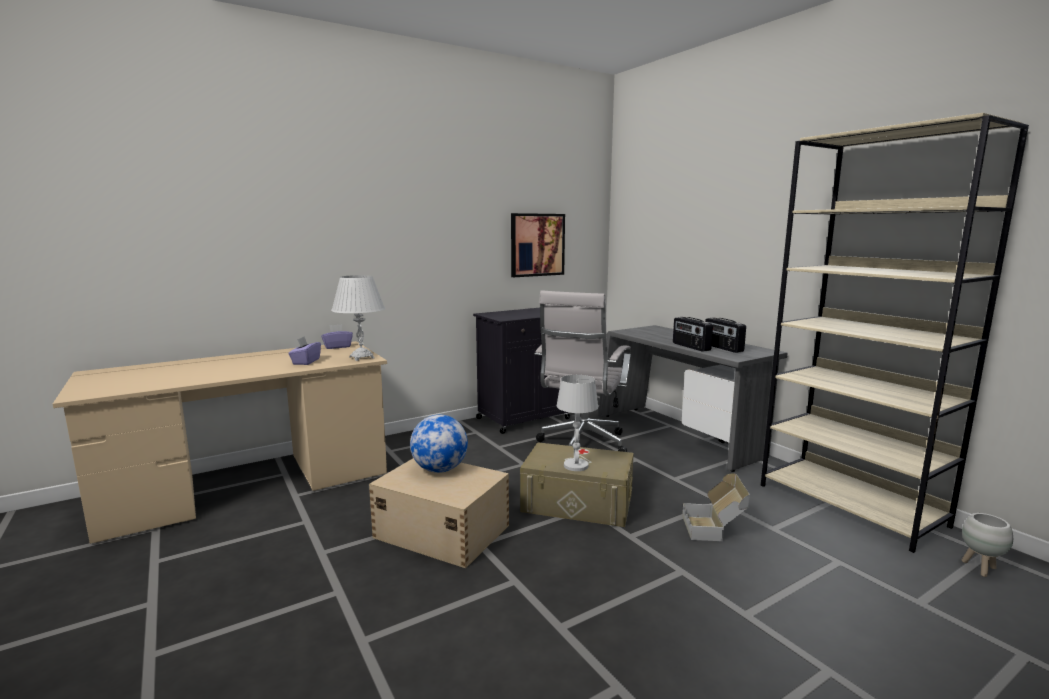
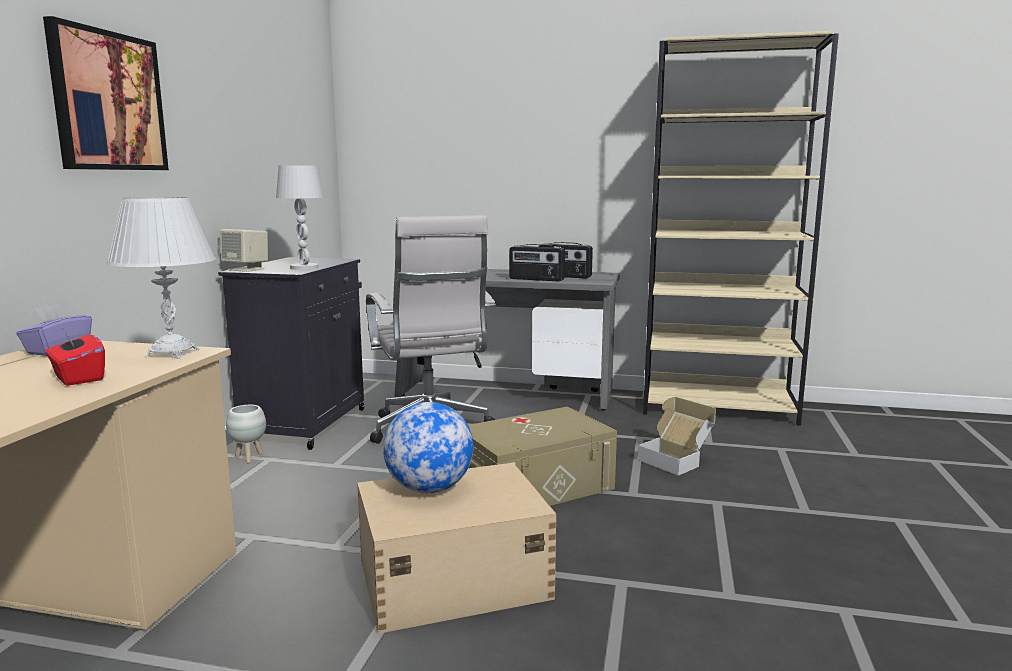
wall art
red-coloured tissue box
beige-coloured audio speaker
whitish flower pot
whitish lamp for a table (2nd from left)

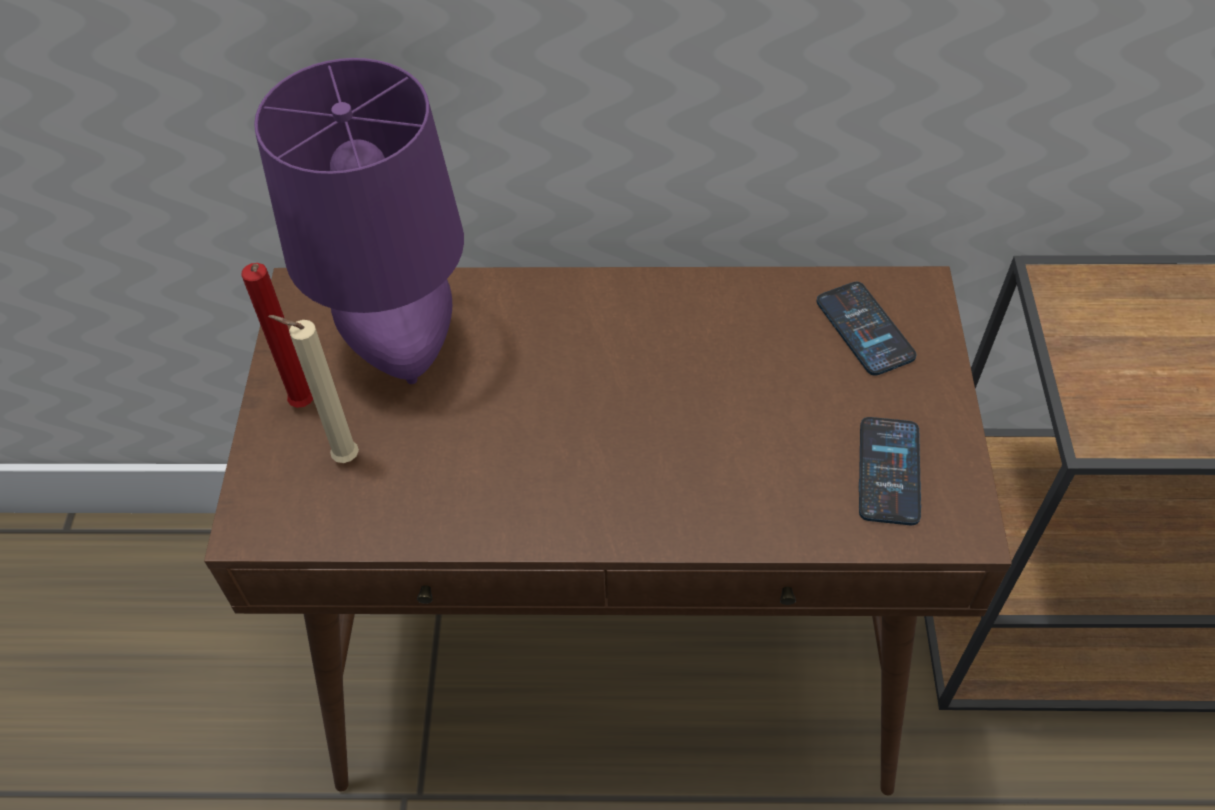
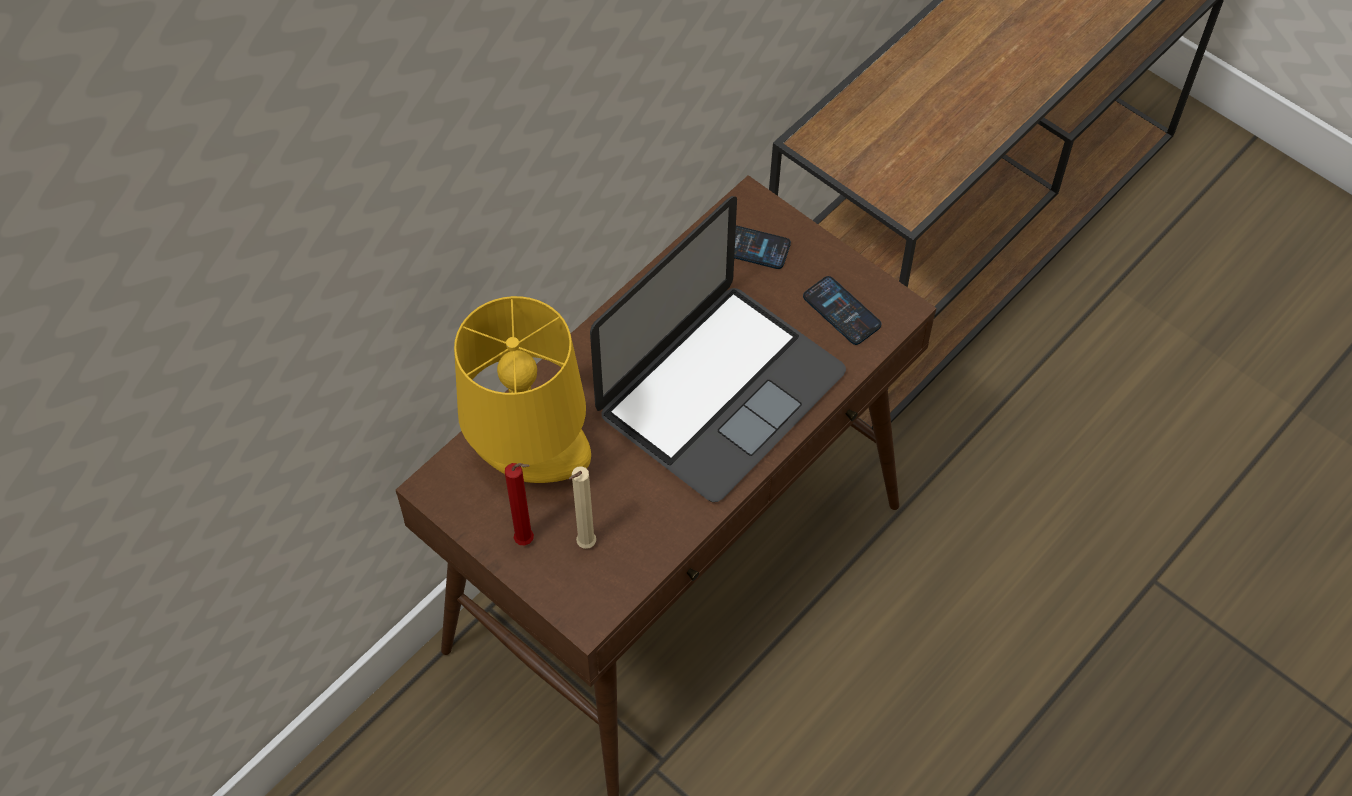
yellow-coloured lamp for a table
portable computer

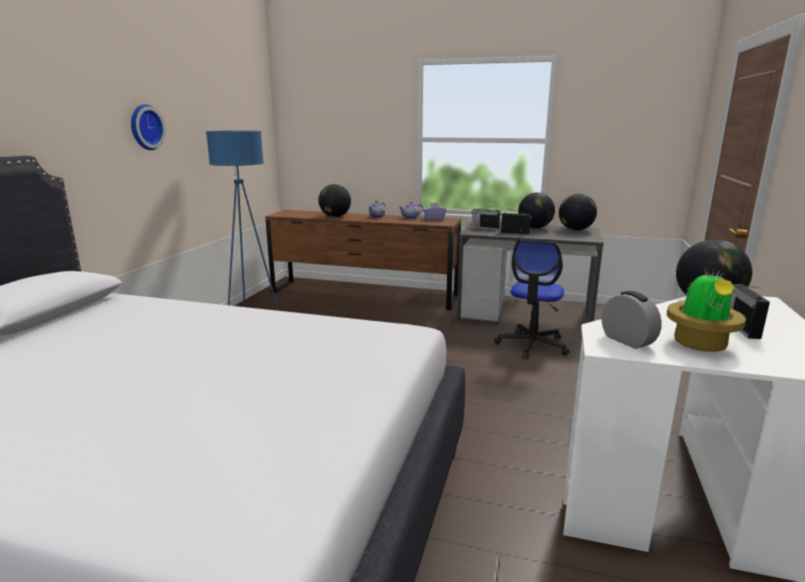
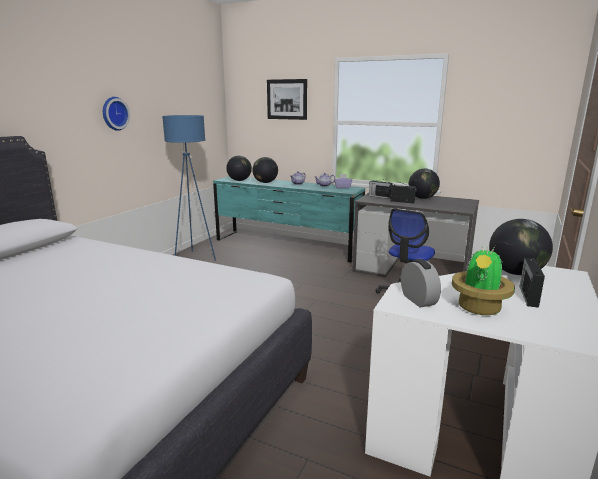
blue-green chest of drawers
world globe (1st from left)
wall art

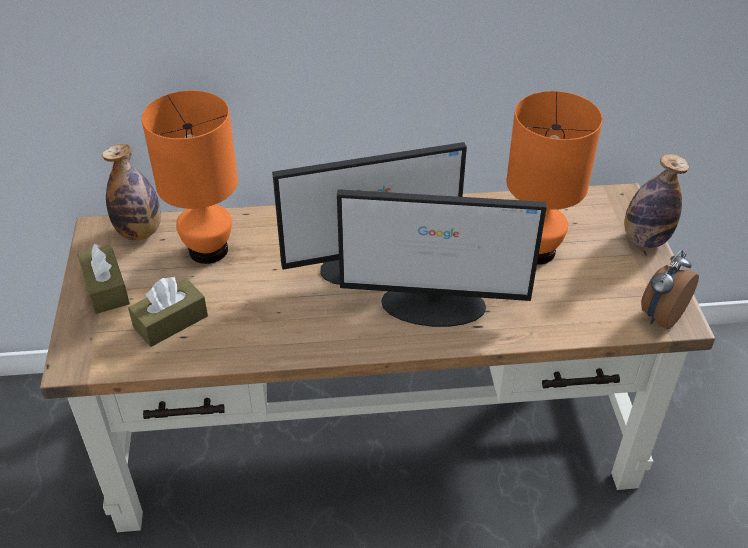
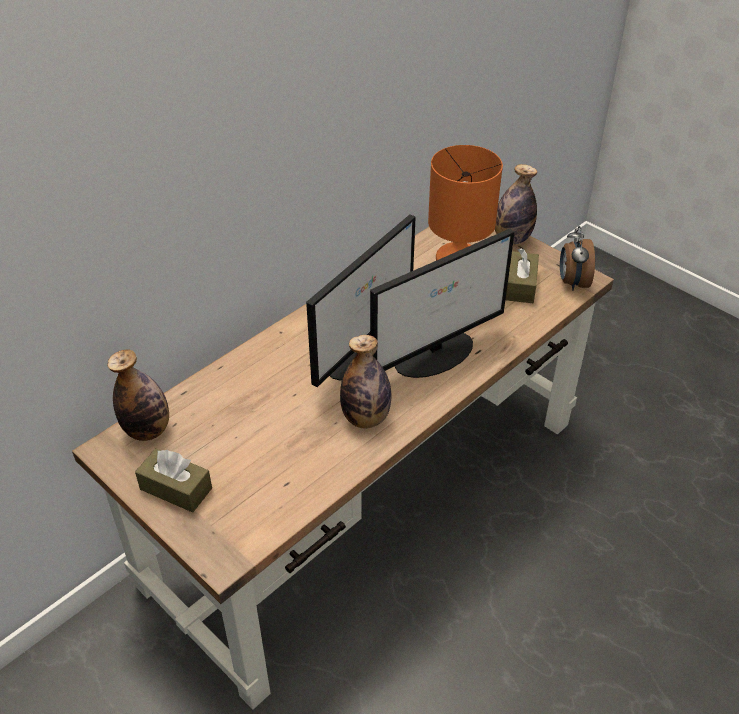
beverage bottle (2nd from left)
brownish tissue box (2nd from left)
orange lamp for a table (1st from left in the first image)

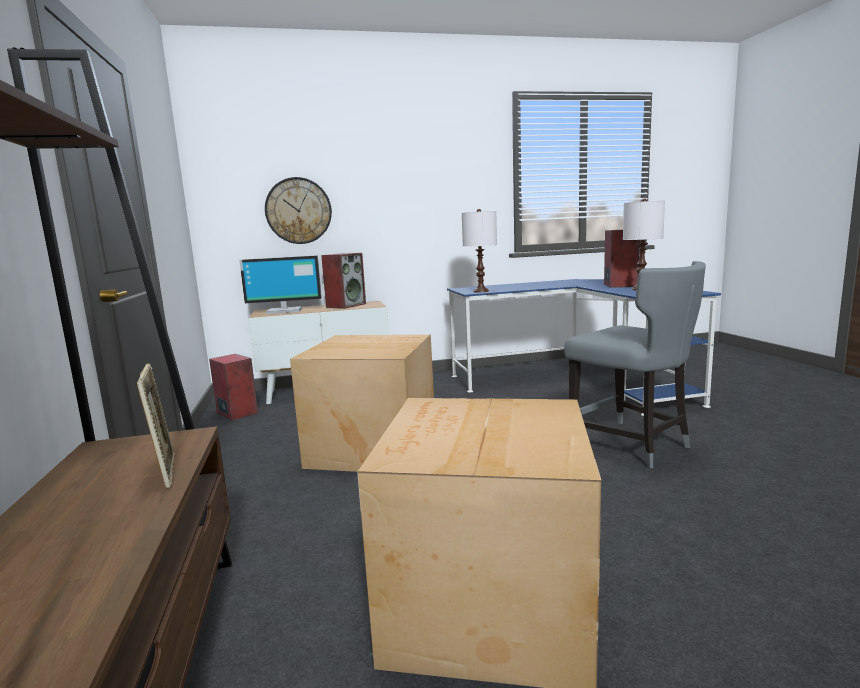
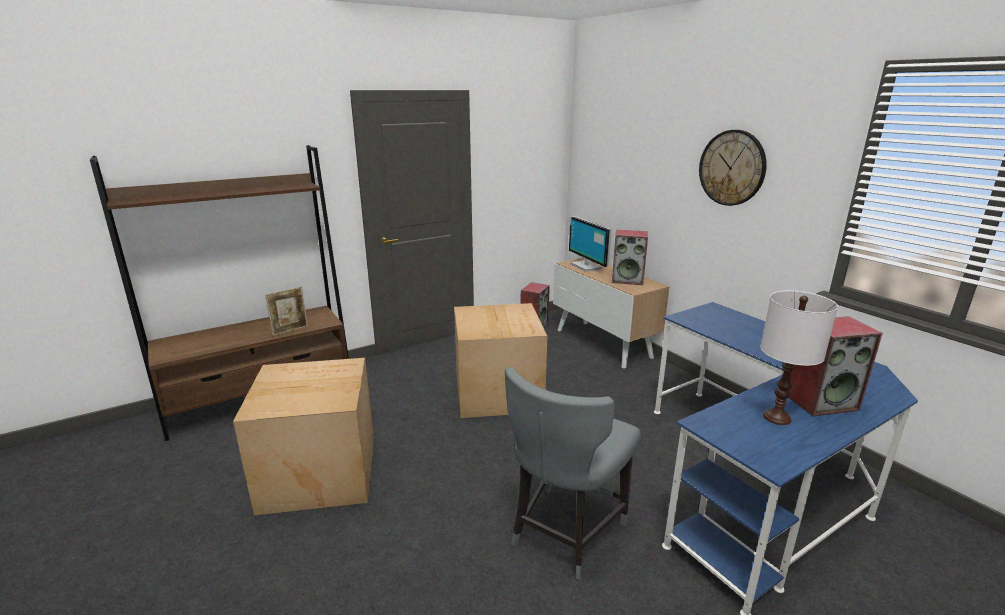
clock on the wall
whitish lamp for a table (1st from left in the first image)

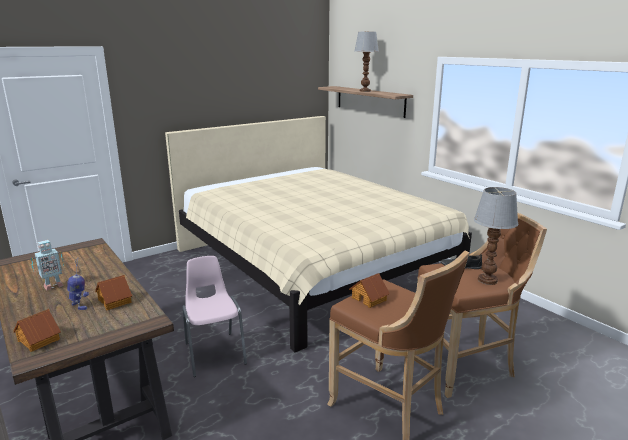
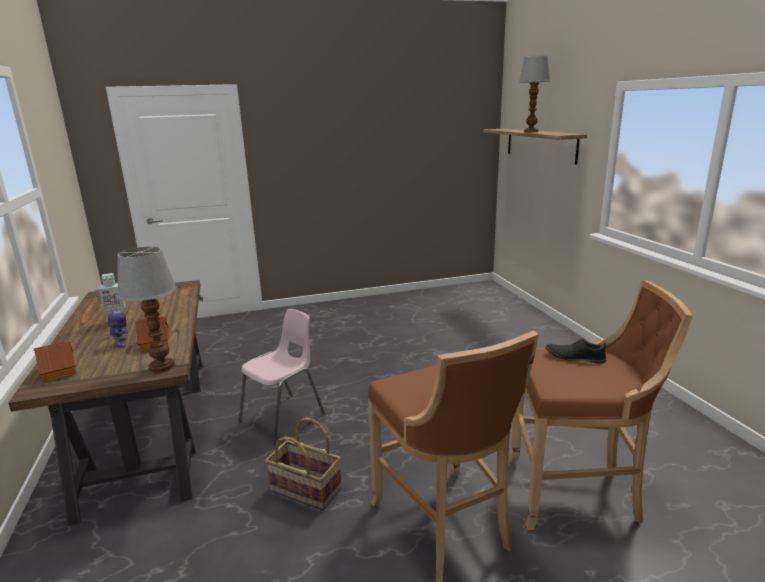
lamp for a table (1st from left)
pink-coloured plain chair
basket
beige-coloured sleeping bed
miniature house (3rd from left in the first image)

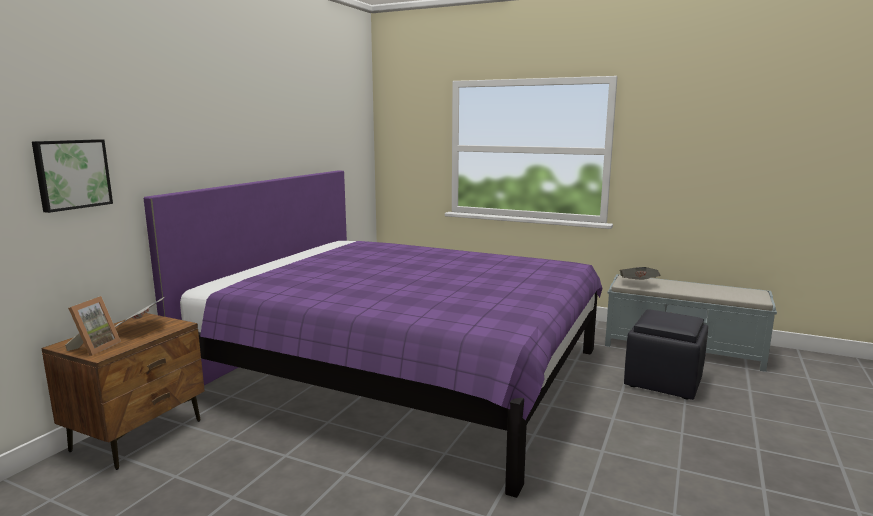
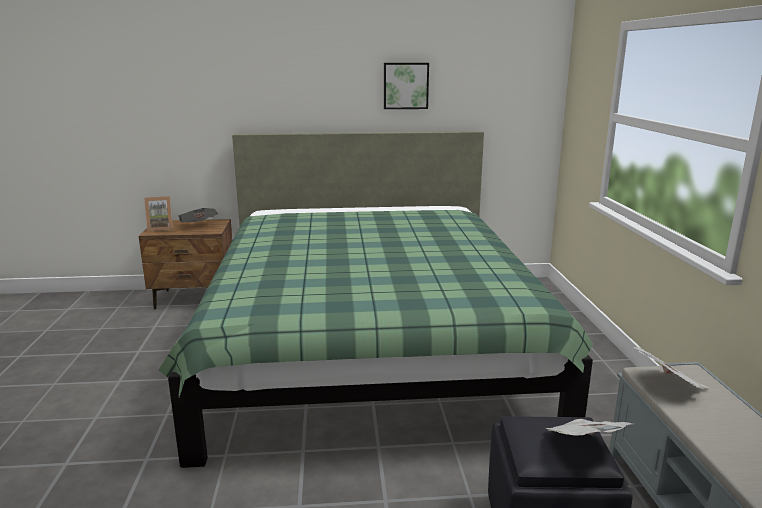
greenish sleeping bed
wall art
printed paper (2nd from left)

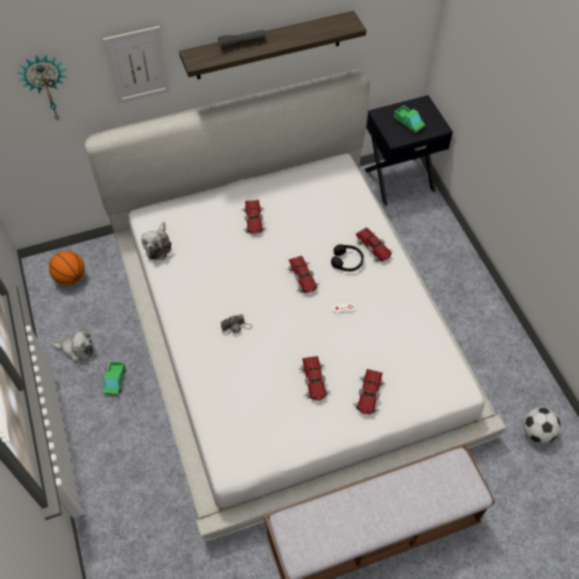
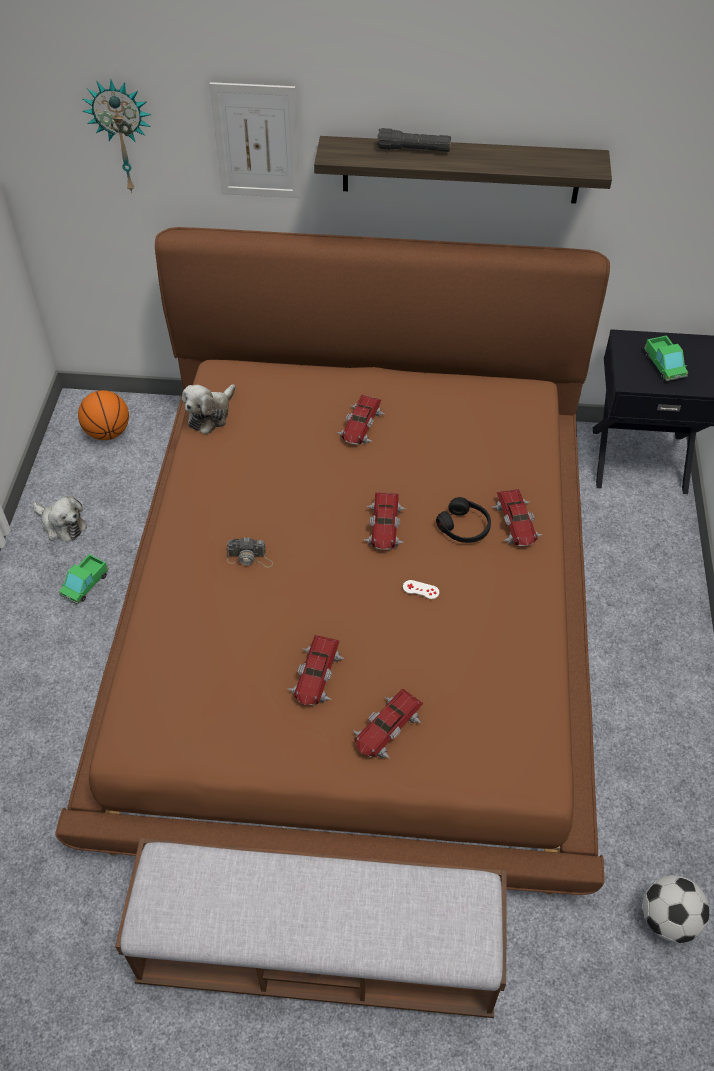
brownish sleeping bed

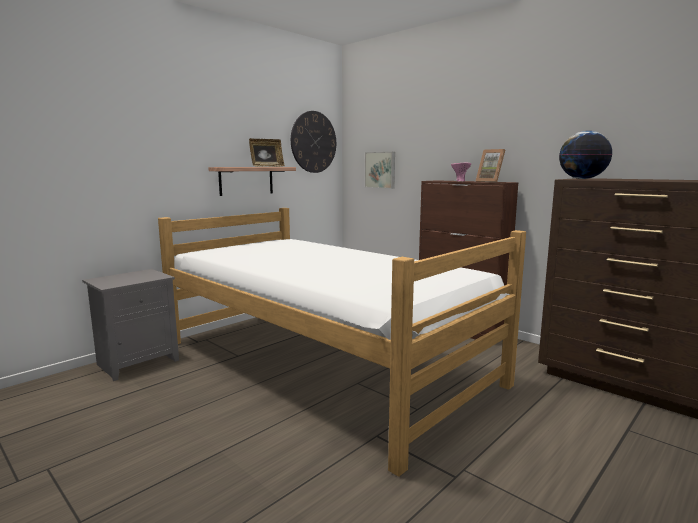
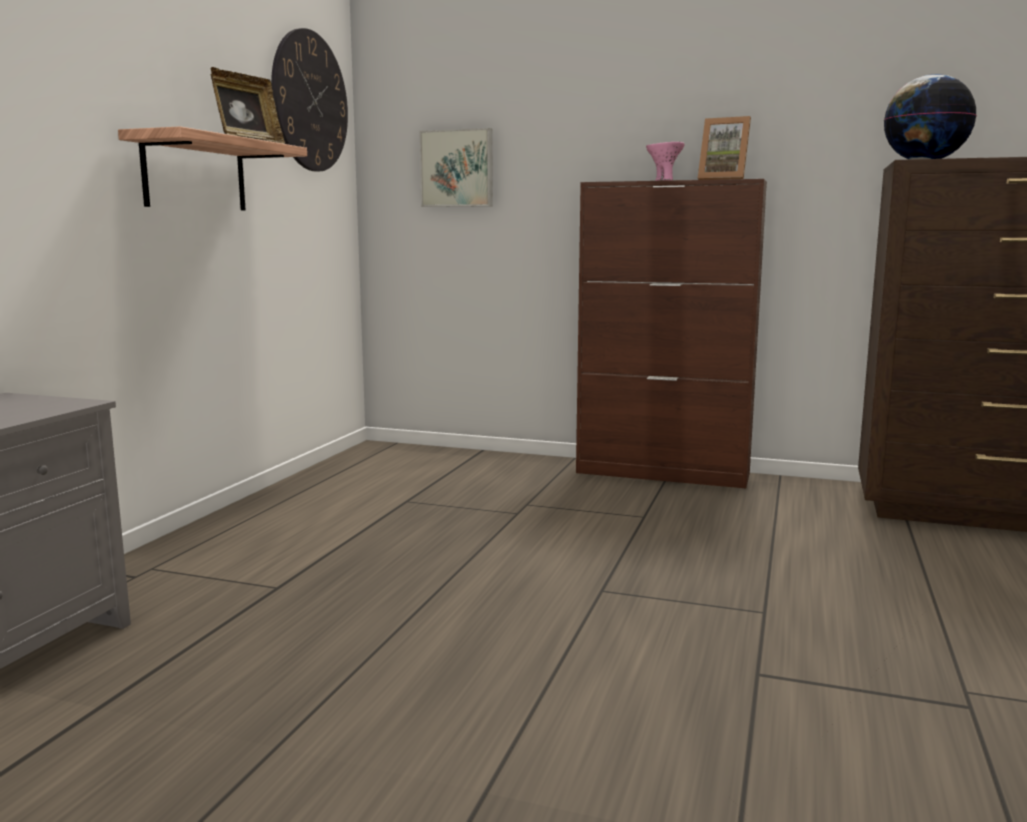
sleeping bed

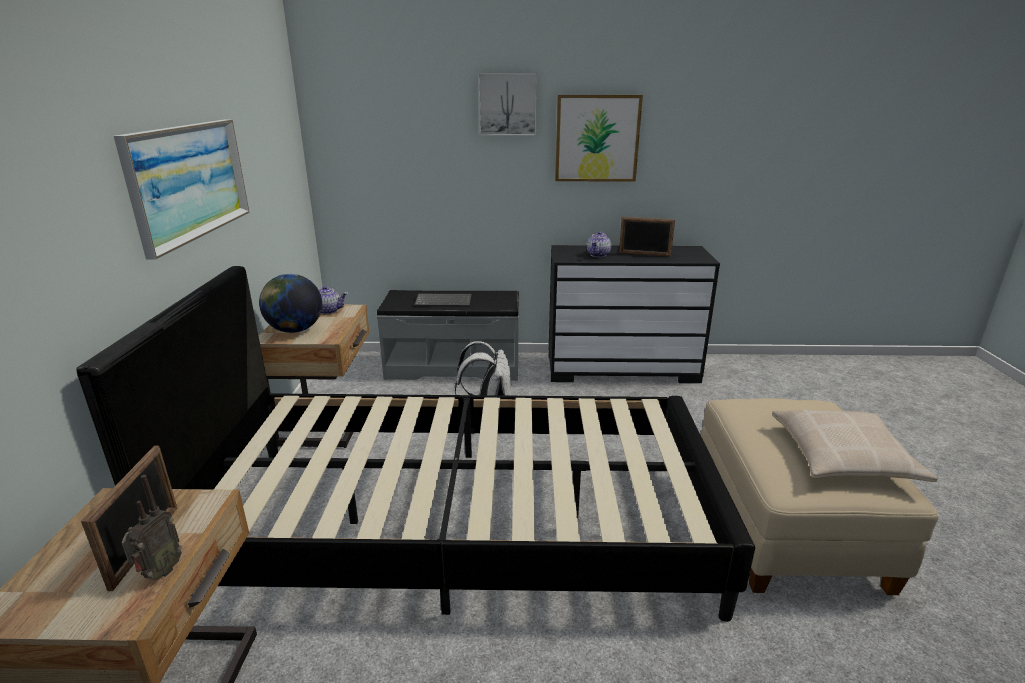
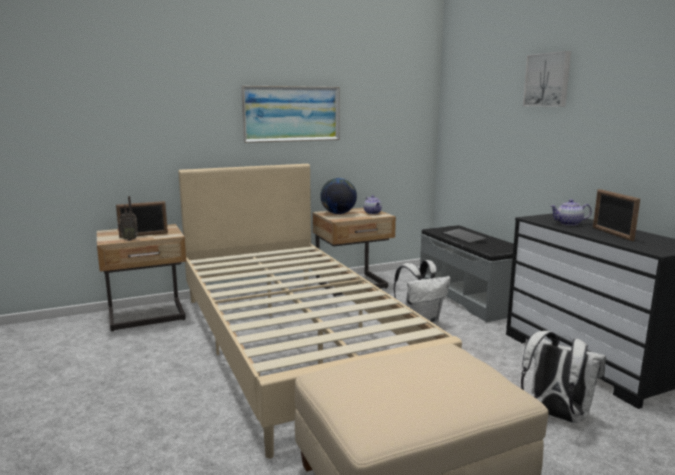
beige-coloured sleeping bed
whitish knapsack (2nd from left)
wall art (3rd from left in the first image)
beige-coloured throw pillow

